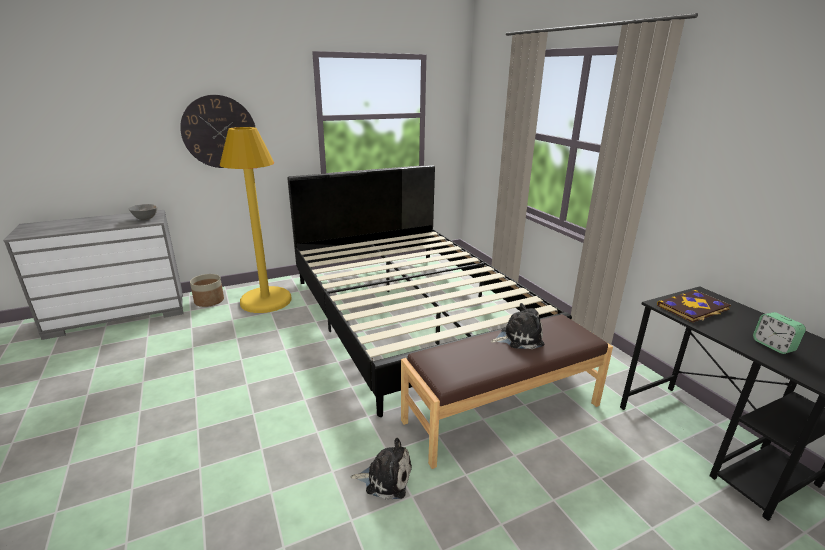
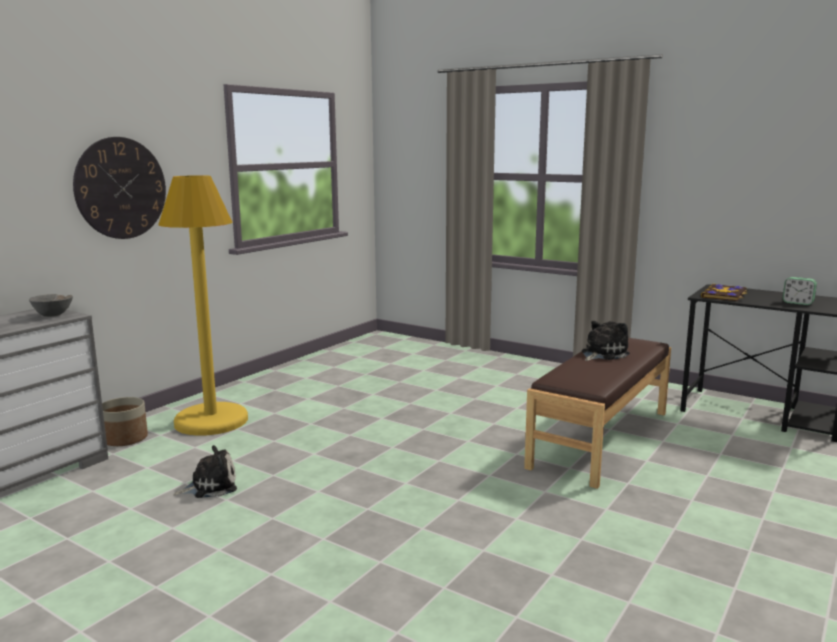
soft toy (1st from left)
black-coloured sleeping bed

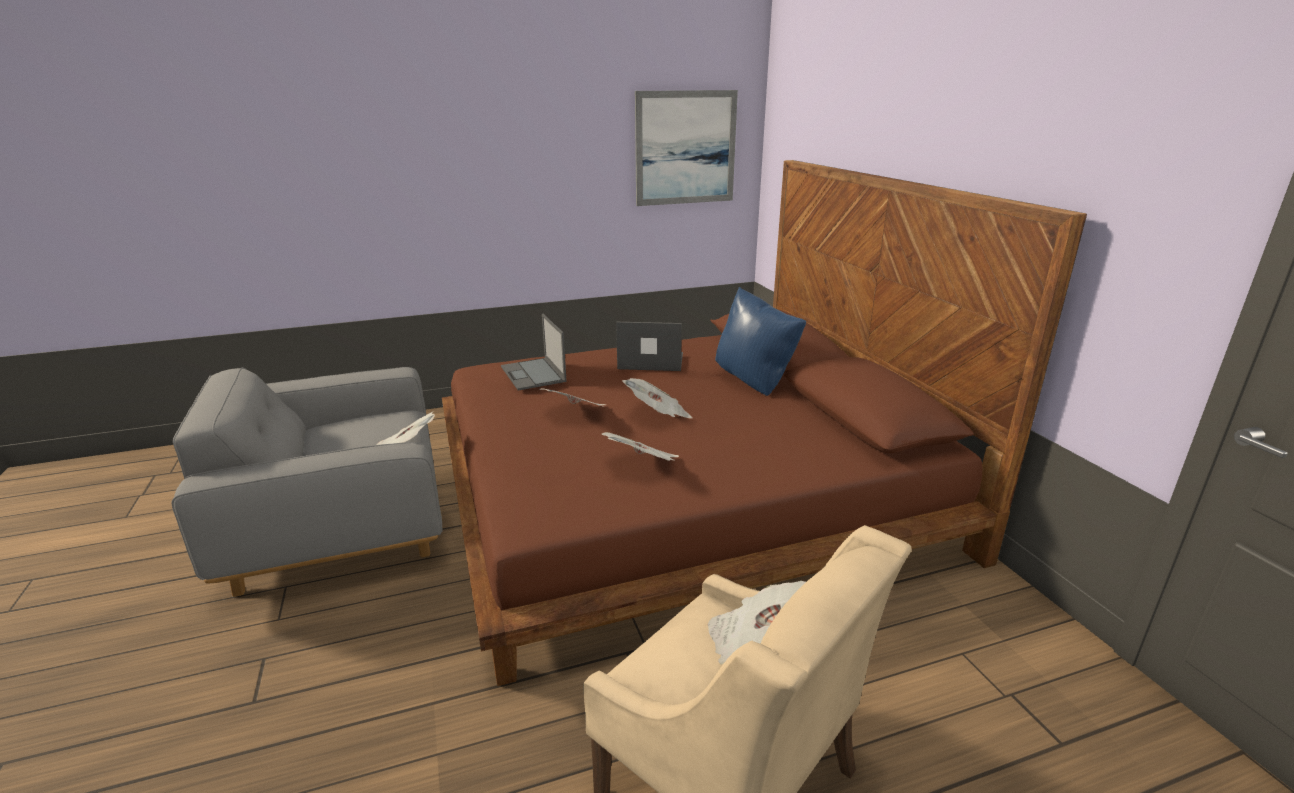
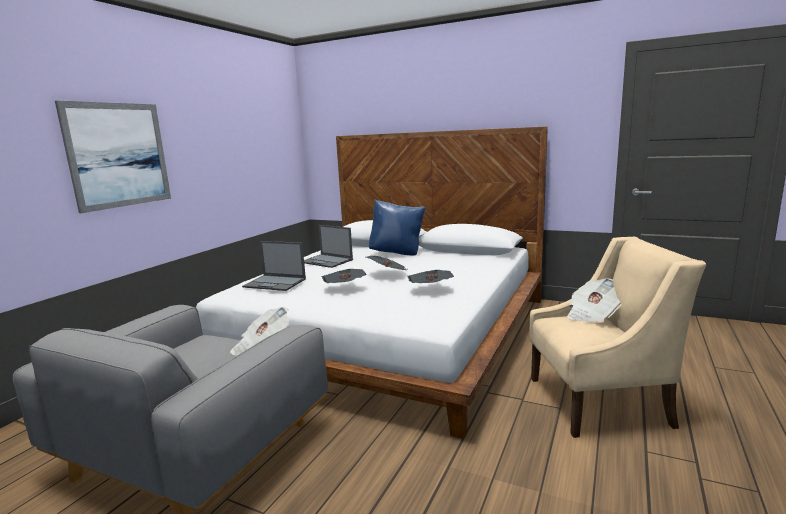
wall art
whitish sleeping bed
portable computer (2nd from left)

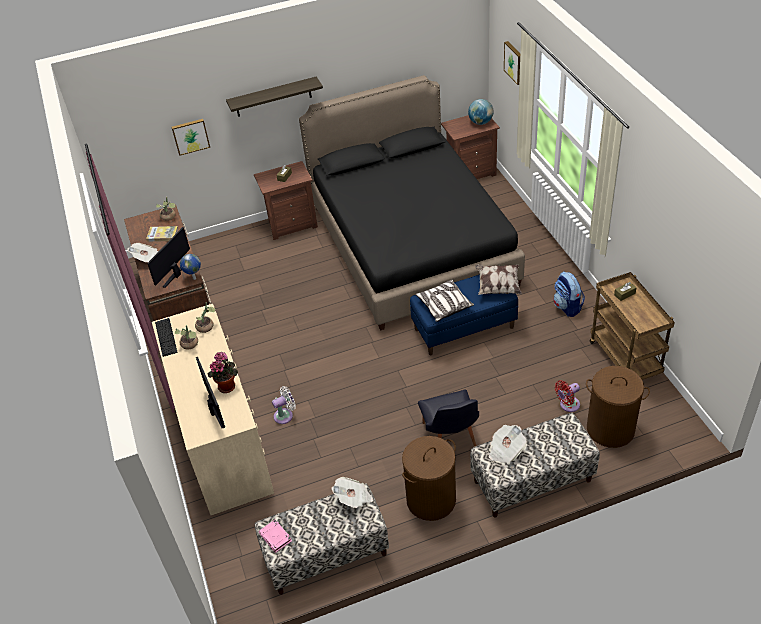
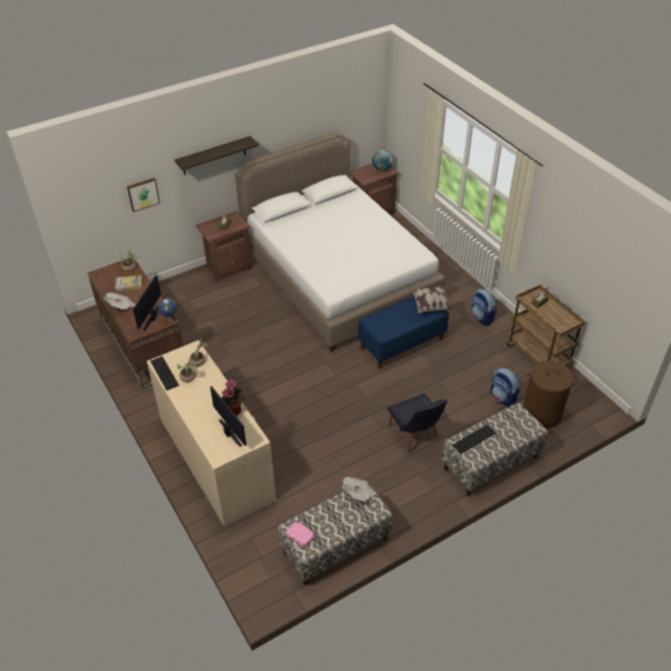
whitish sleeping bed
PC keyboard (2nd from left)
knapsack (2nd from left)
whitish cooling fan
brownish washing basket (1st from left in the first image)
throw pillow (1st from left in the first image)
wall art (2nd from left in the first image)

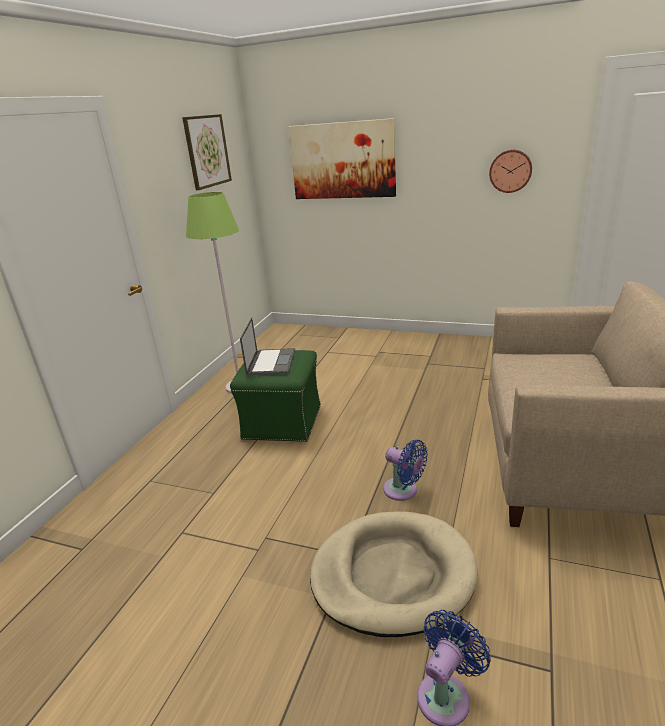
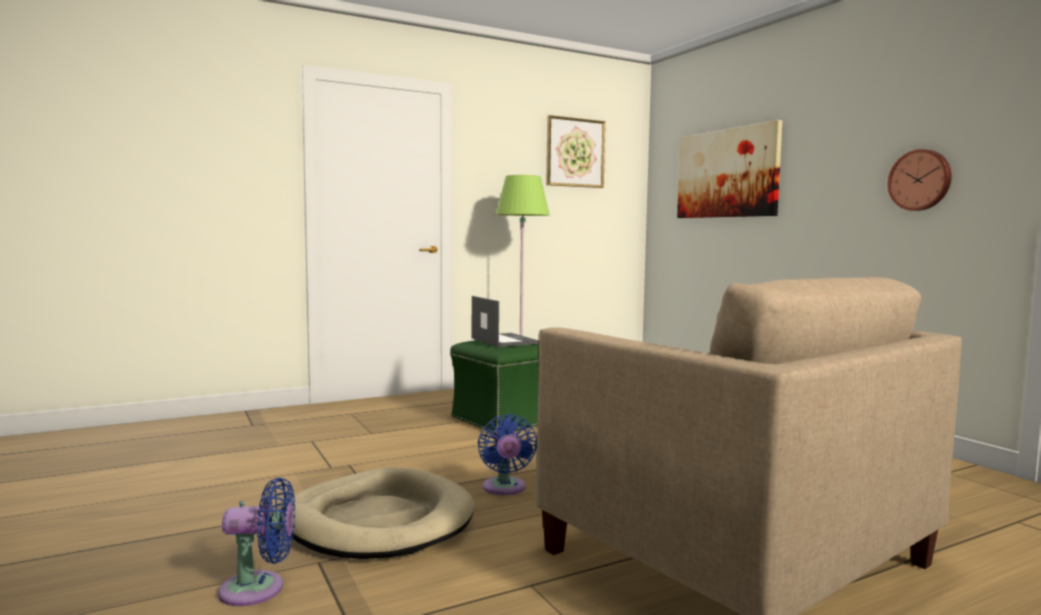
portable computer

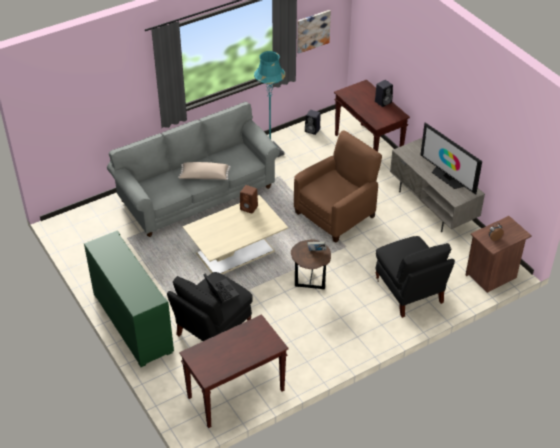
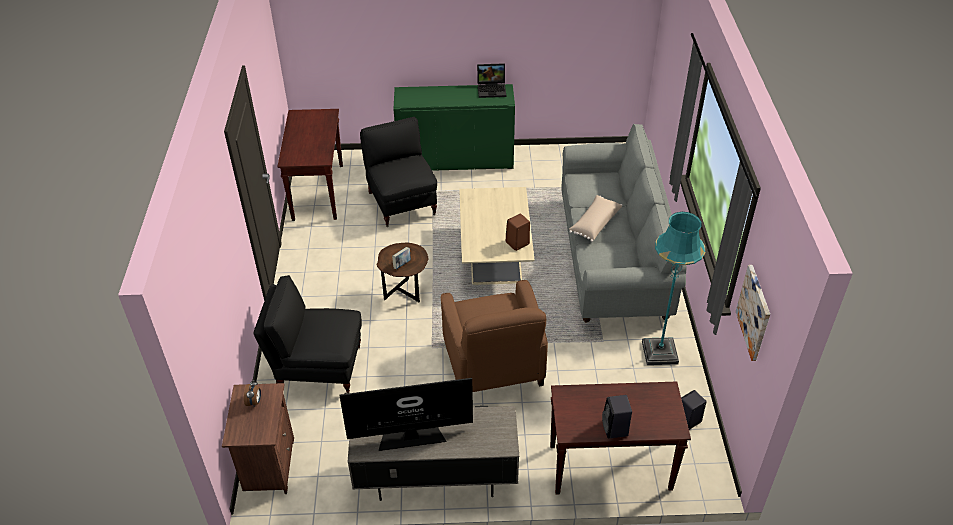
portable computer

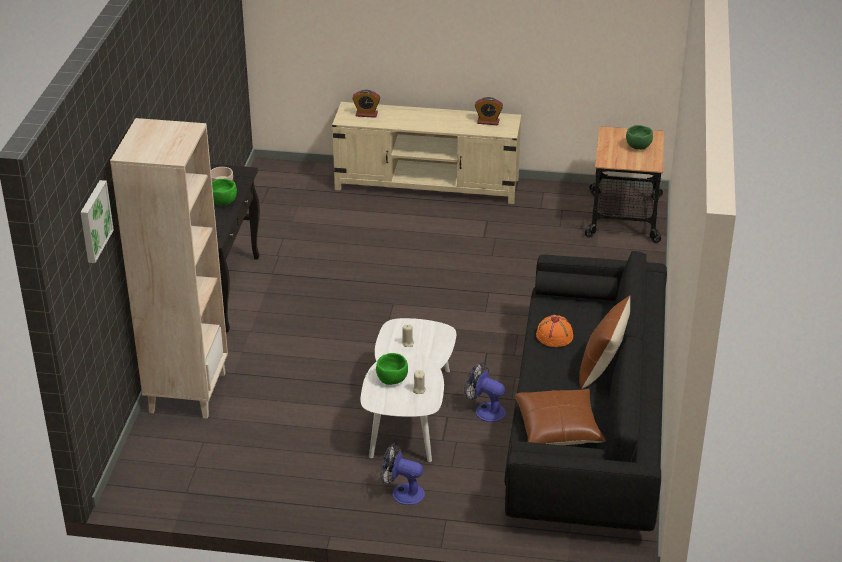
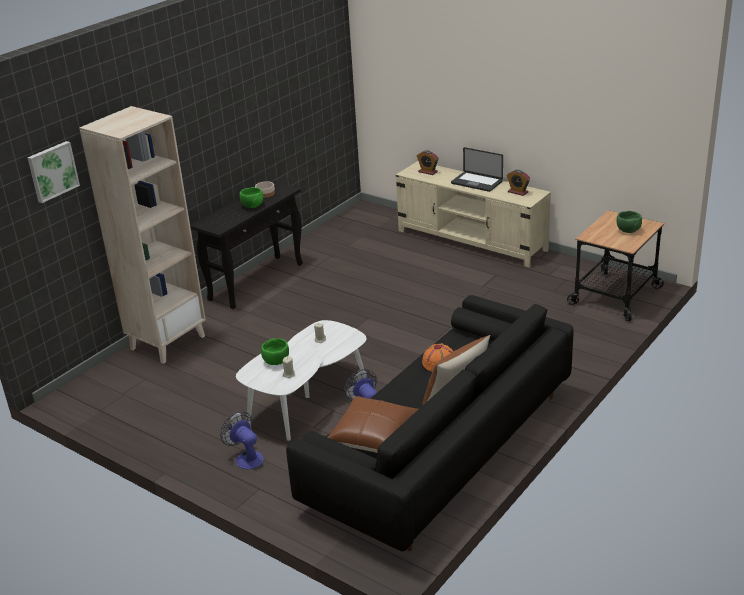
portable computer

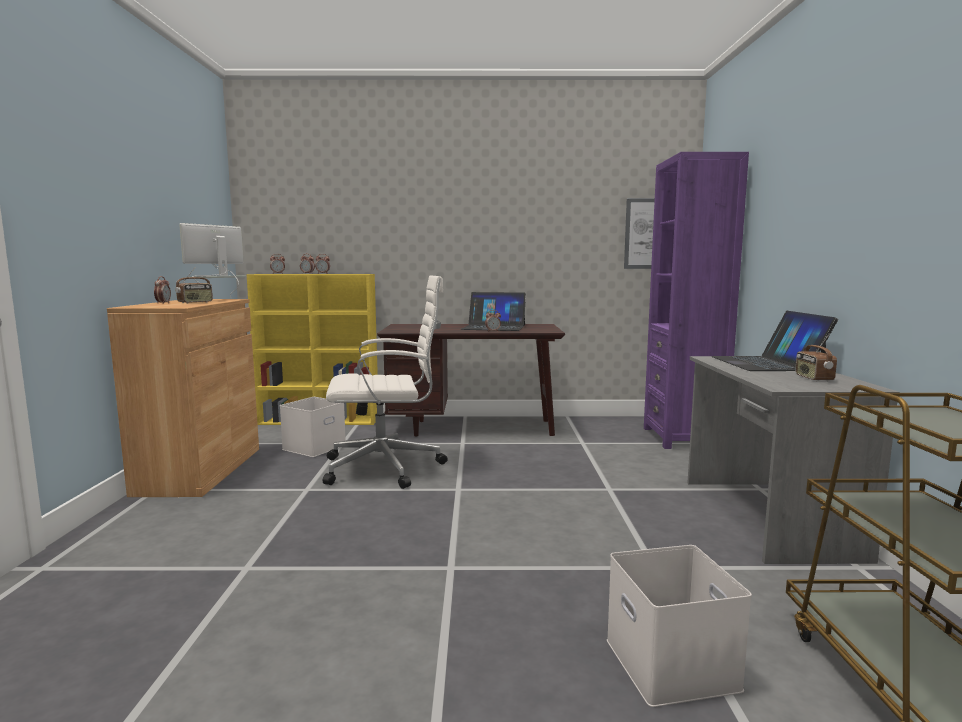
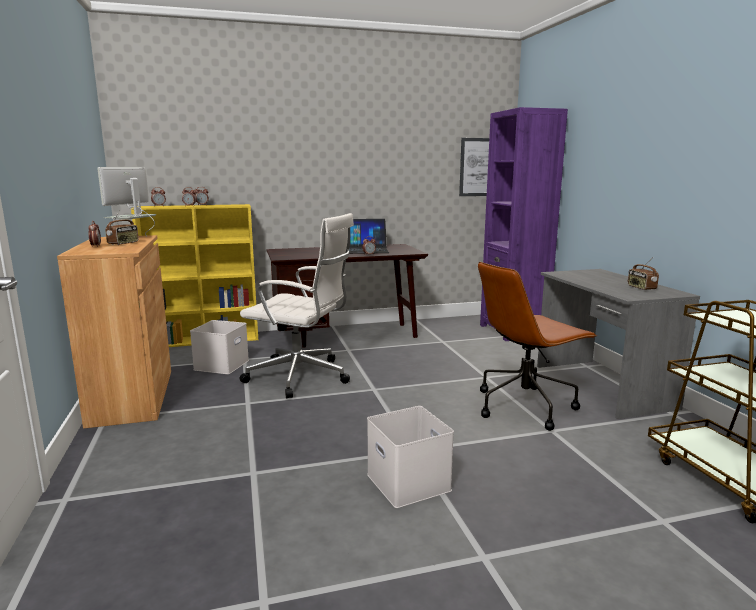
whitish computer chair
whitish storage bin (2nd from left)
brownish computer chair
portable computer (2nd from left in the first image)

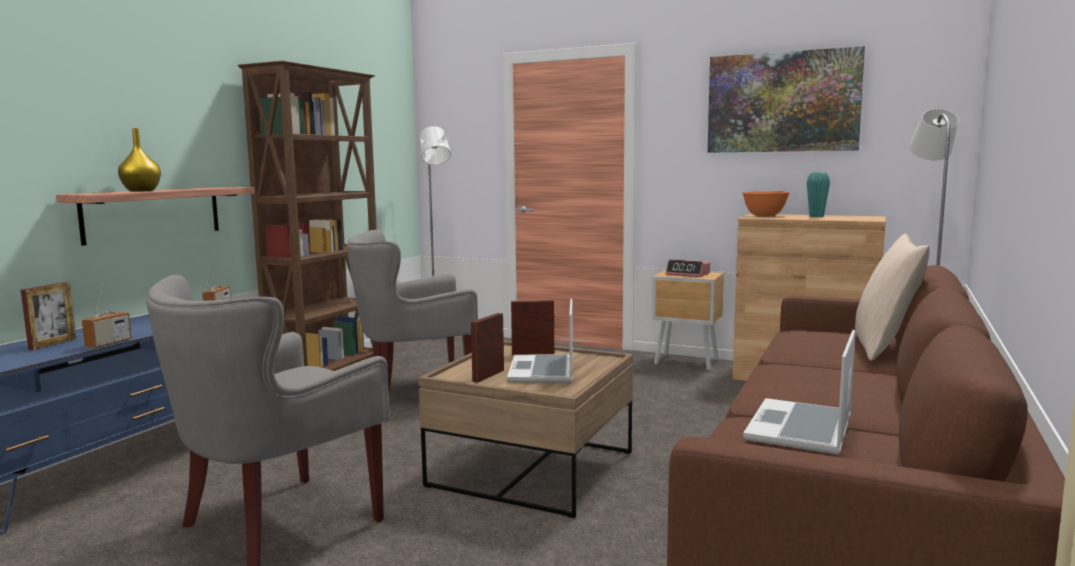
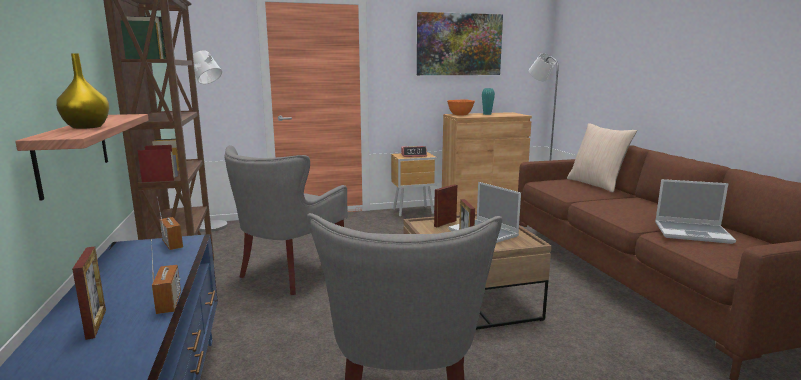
portable computer (2nd from left)

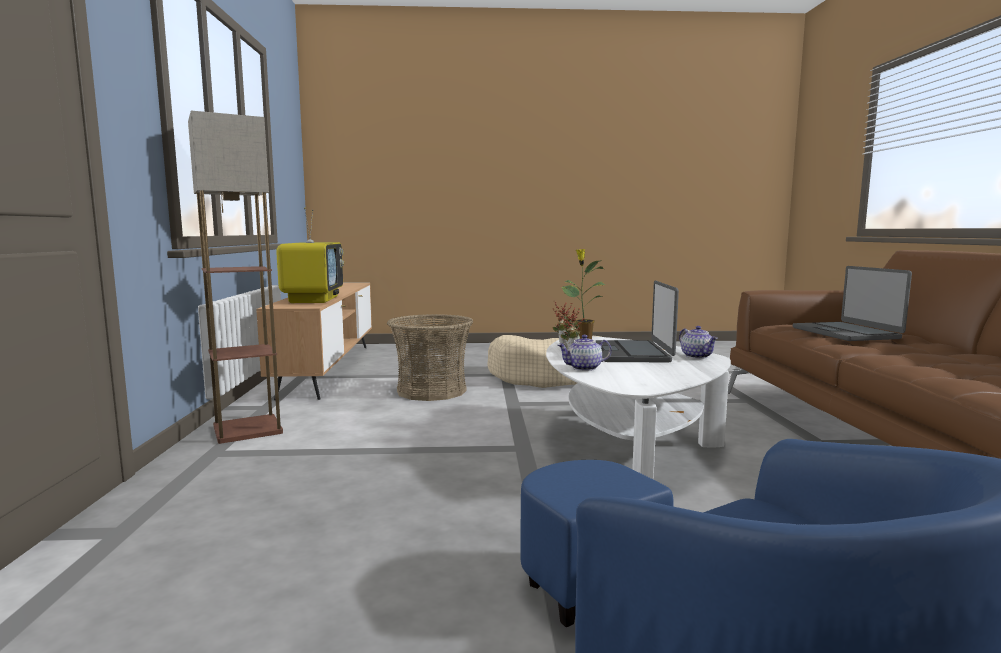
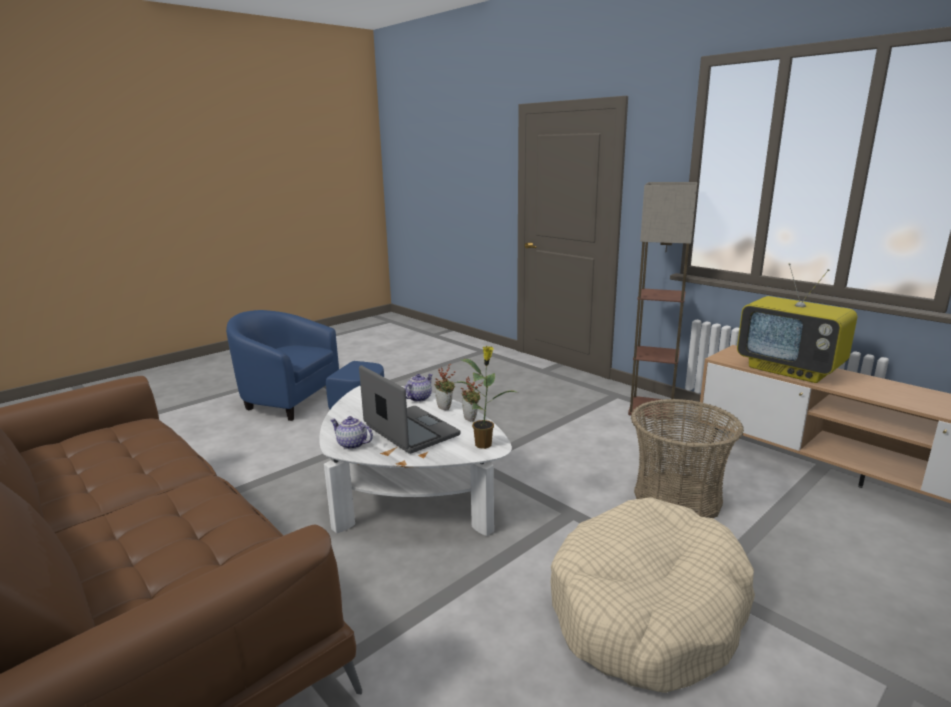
portable computer (2nd from left in the first image)

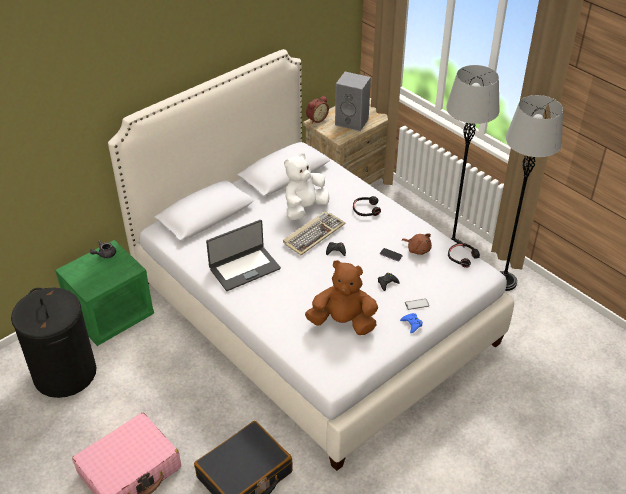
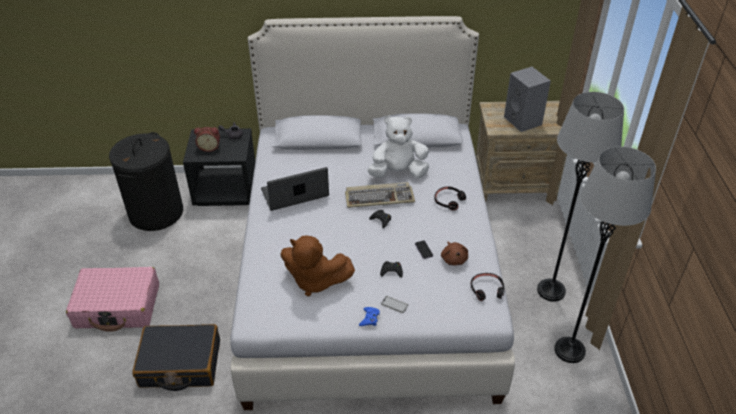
black-coloured bedside table
bedside clock
portable computer
brownish soft toy (1st from left)

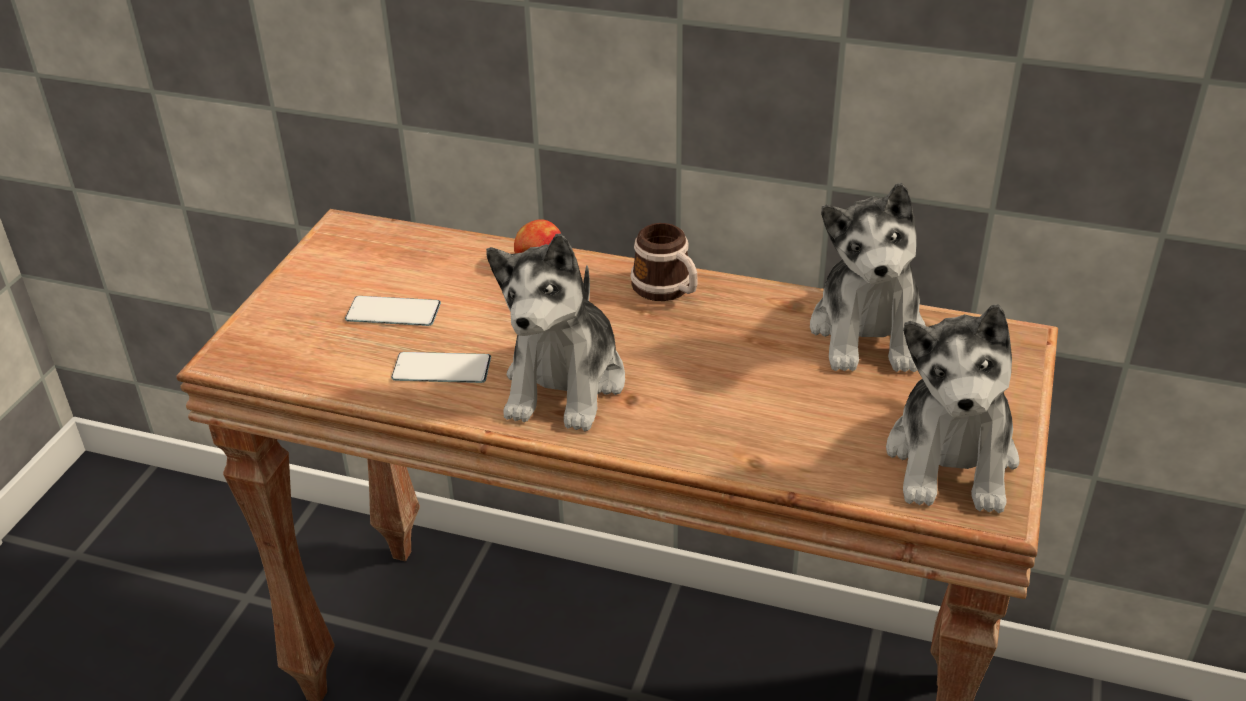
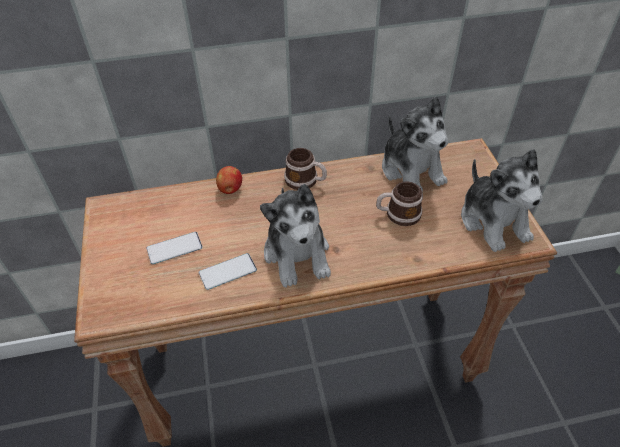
tea mug (2nd from left)

